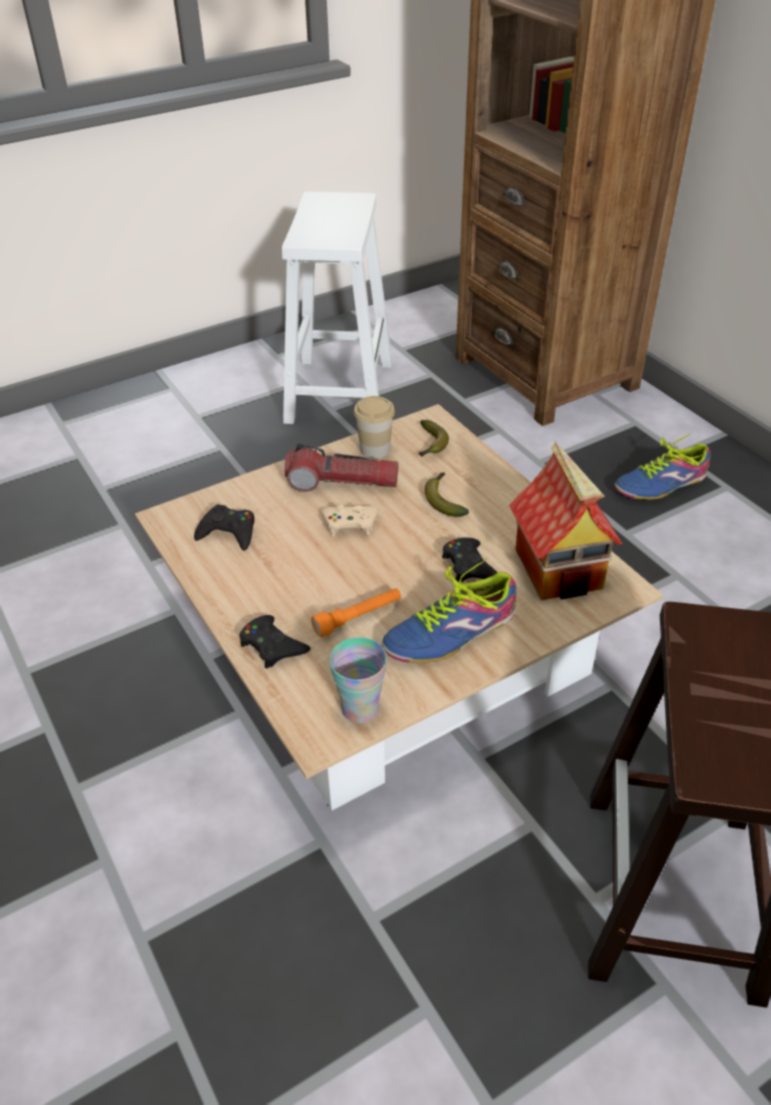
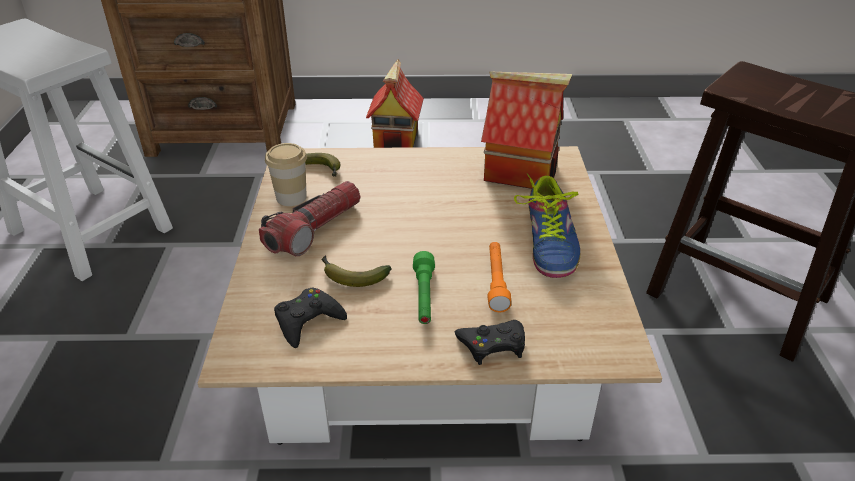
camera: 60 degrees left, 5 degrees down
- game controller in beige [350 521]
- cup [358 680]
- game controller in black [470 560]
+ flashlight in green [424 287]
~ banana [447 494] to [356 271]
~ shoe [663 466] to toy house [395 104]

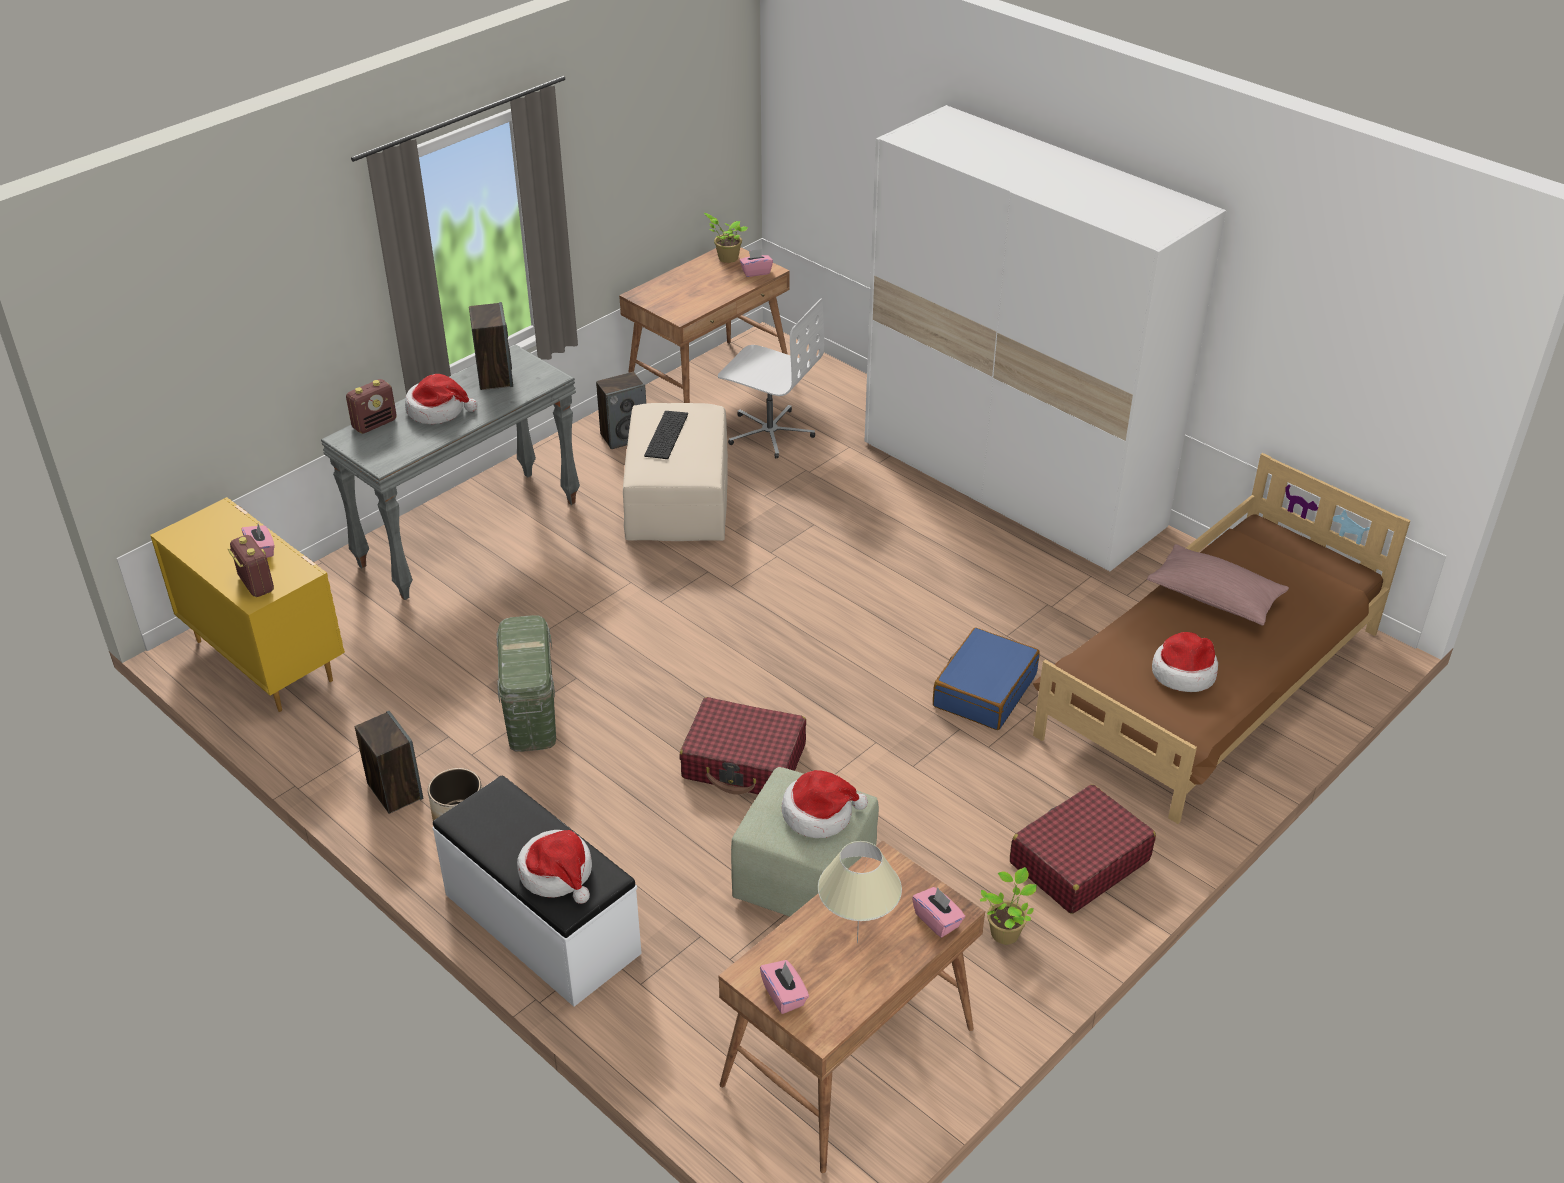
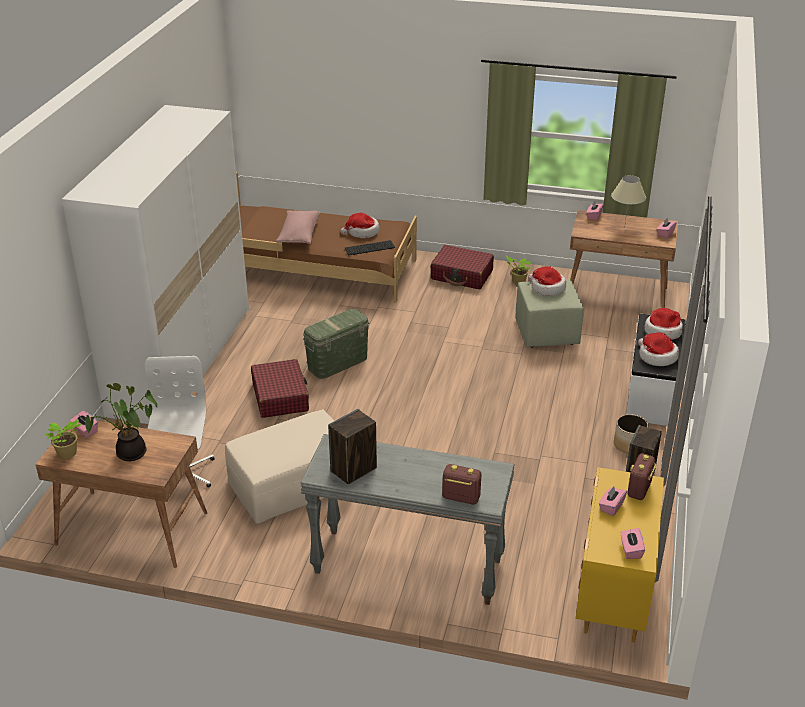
camera: 120 degrees left, 5 degrees down
- speaker [621 410]
- suitcase in blue [986 679]
+ potted plant [121 422]
+ tissue box in pink [633 543]
~ hat [441 399] to [658 349]
~ storage box in green [526 683] to [336 344]
~ keyboard [666 435] to [370 247]
~ suitcase in red [742 745] to [280 388]

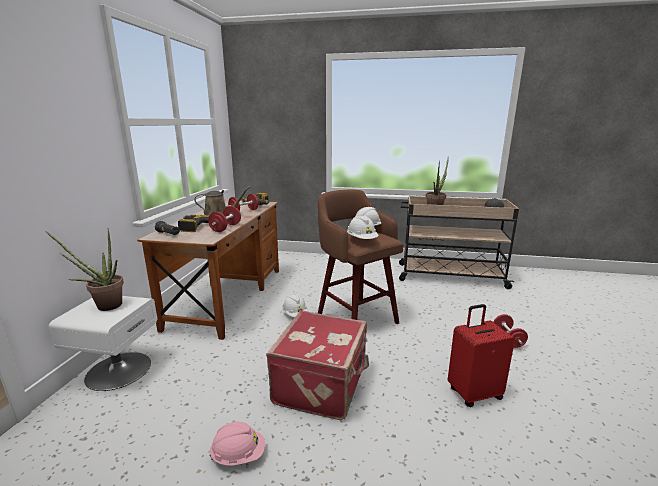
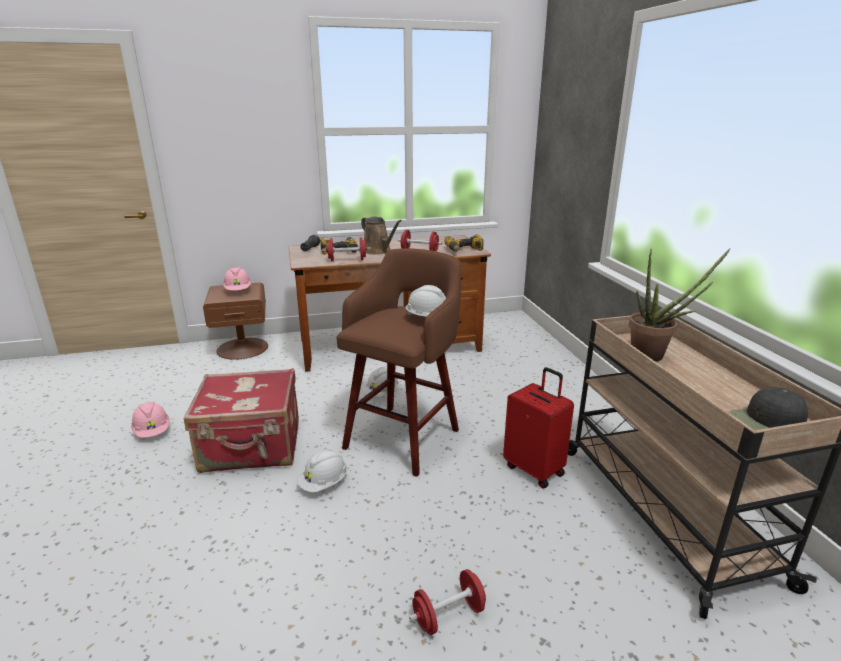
camera: 65 degrees right, 5 degrees up
~ hard hat in white [362 227] to [322 470]
~ suitcase in red [481 355] to [538 427]
~ potted plant [84 270] to hard hat in pink [237 279]
~ nightstand in white [103 343] to nightstand in brown [235 321]

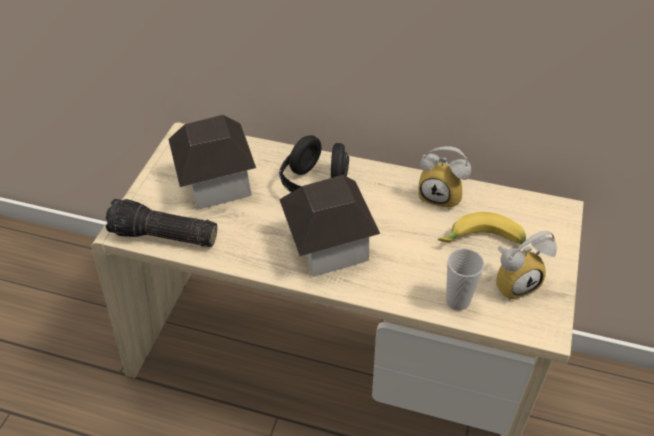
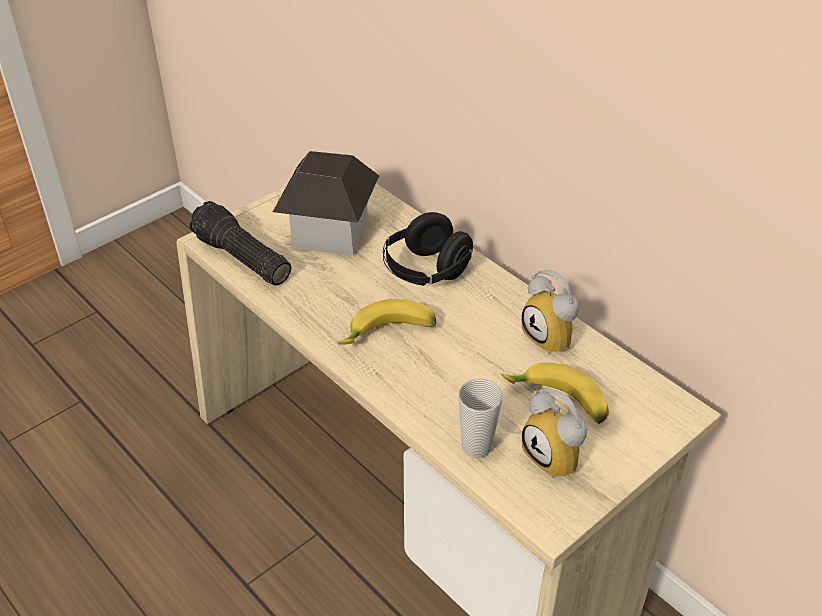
camera: 30 degrees right, 5 degrees down
~ toy house [329 226] to banana [386 322]
~ alarm clock [526 265] = [554 433] 45 degrees clockwise

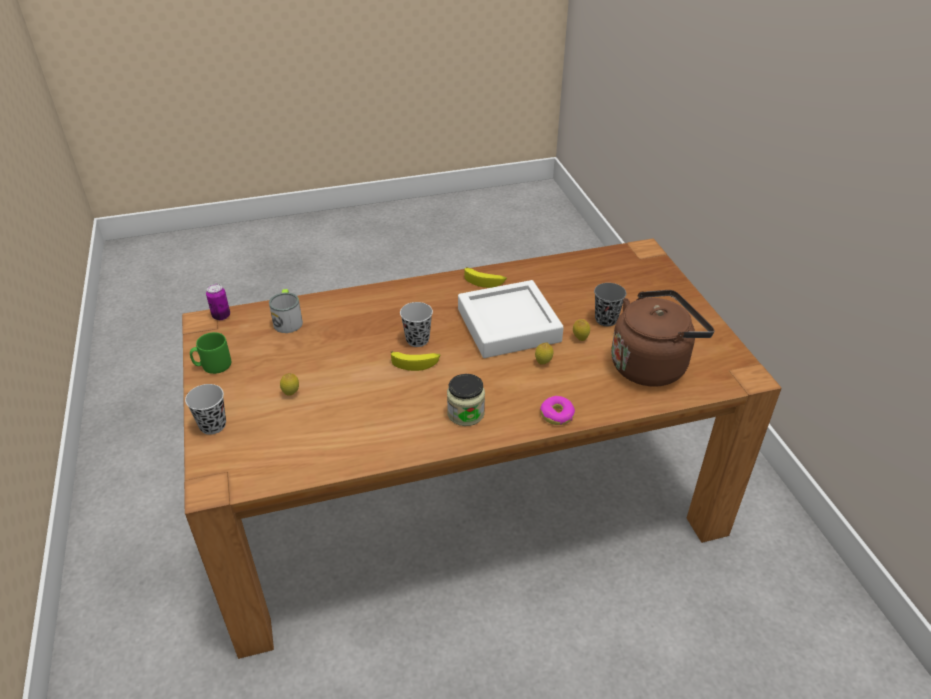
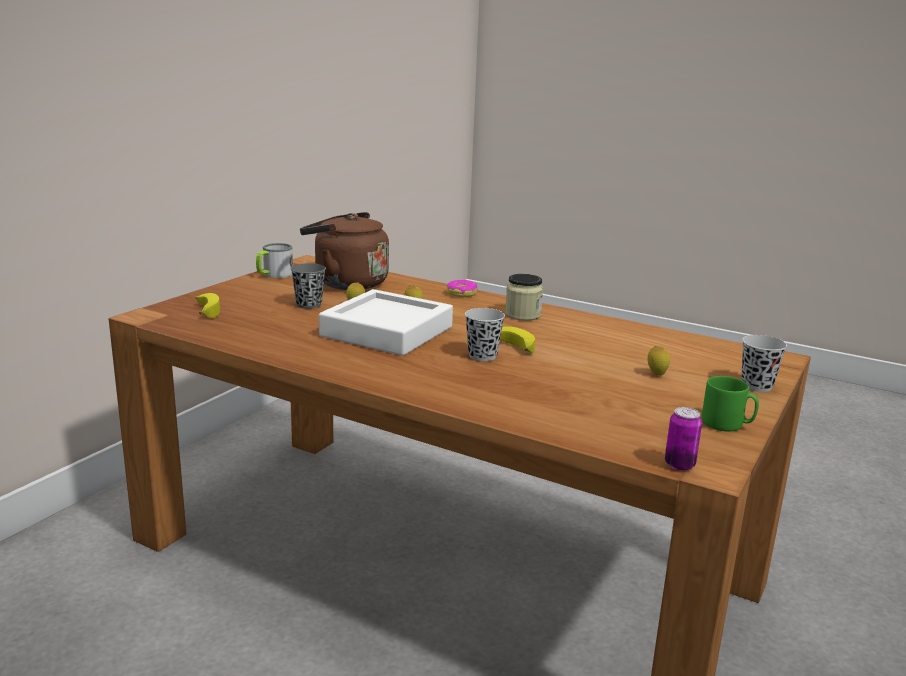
camera: 135 degrees left, 20 degrees down
~ mug [286 311] to [274 260]
~ banana [485 277] to [207 305]

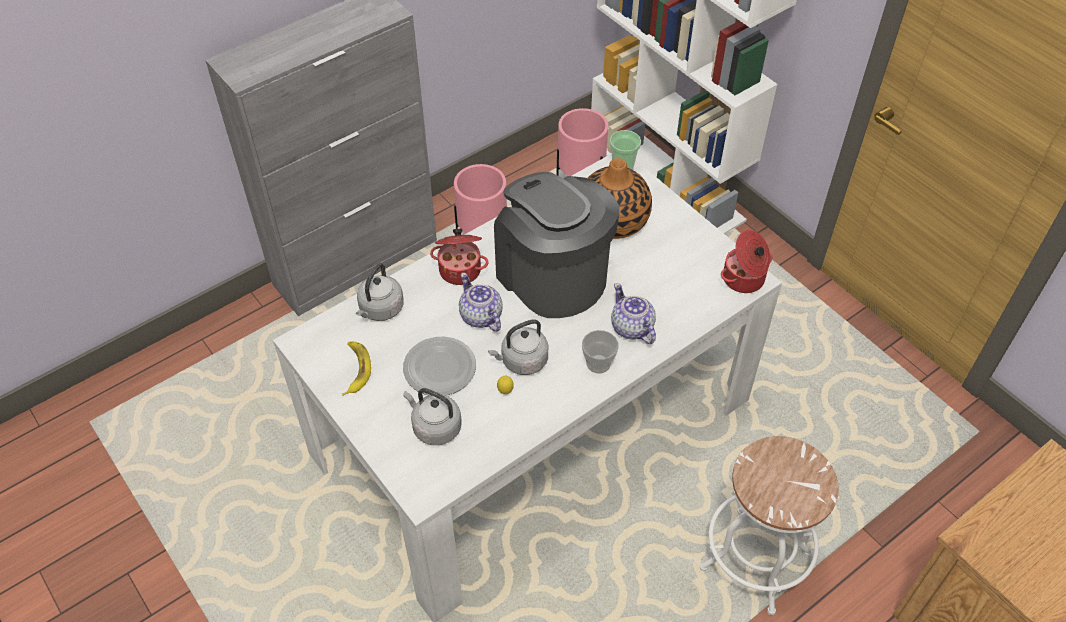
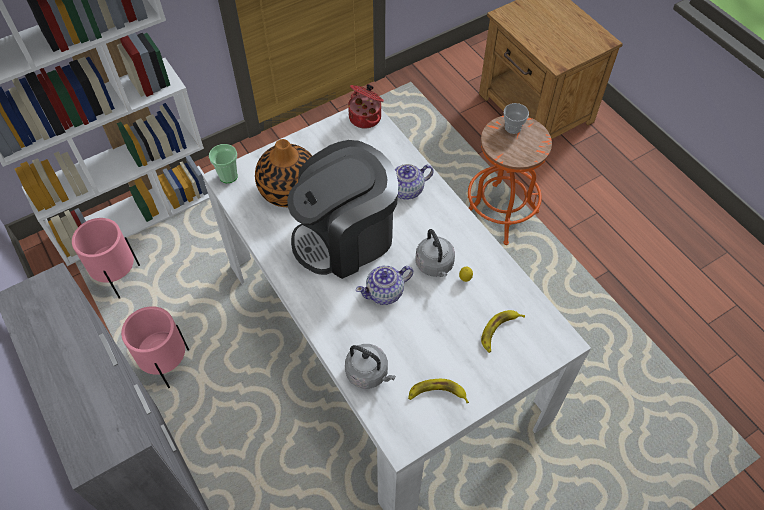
camera: 85 degrees left, 5 degrees up
- plate [439 366]
- cooking pot [459 257]
~ cup [600 352] to [516 118]
~ kettle in grey [432 416] to banana [503 331]
~ stool in white [769 525] to stool in orange [510 180]

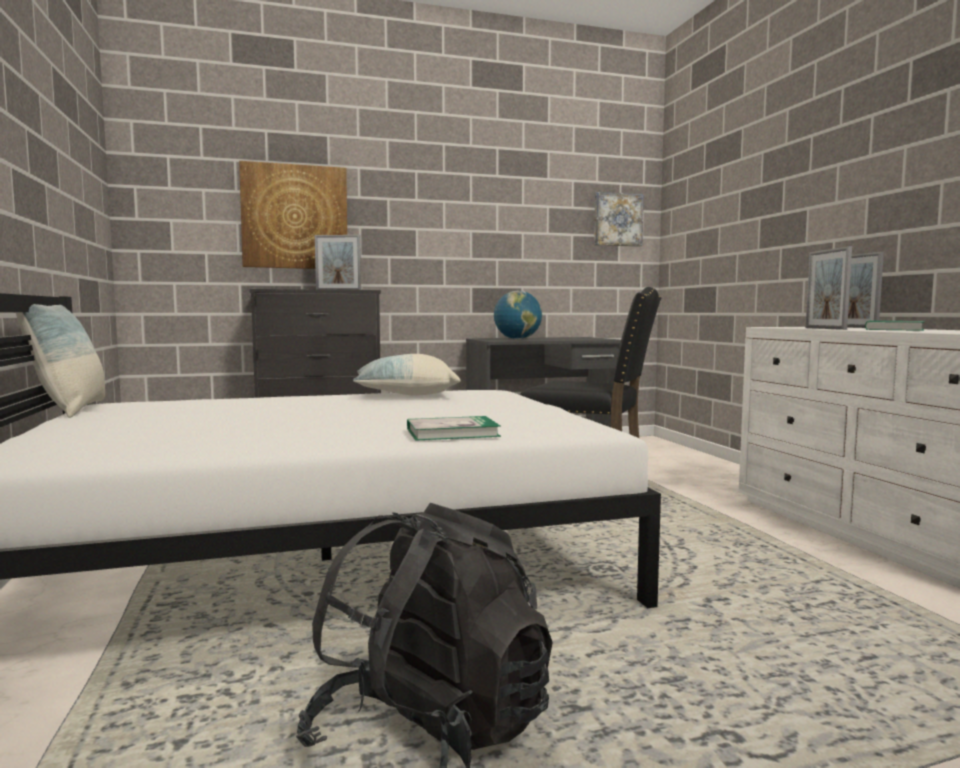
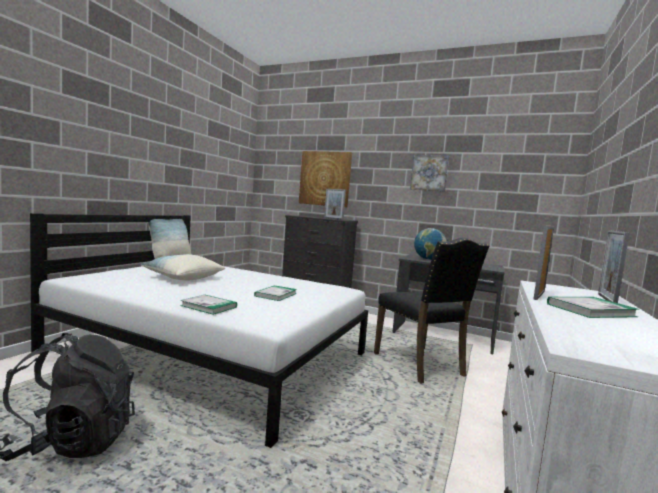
camera: 40 degrees right, 0 degrees up
+ book [275 293]
~ pillow [407 375] to [182 267]
~ picture [619 219] to [429 173]

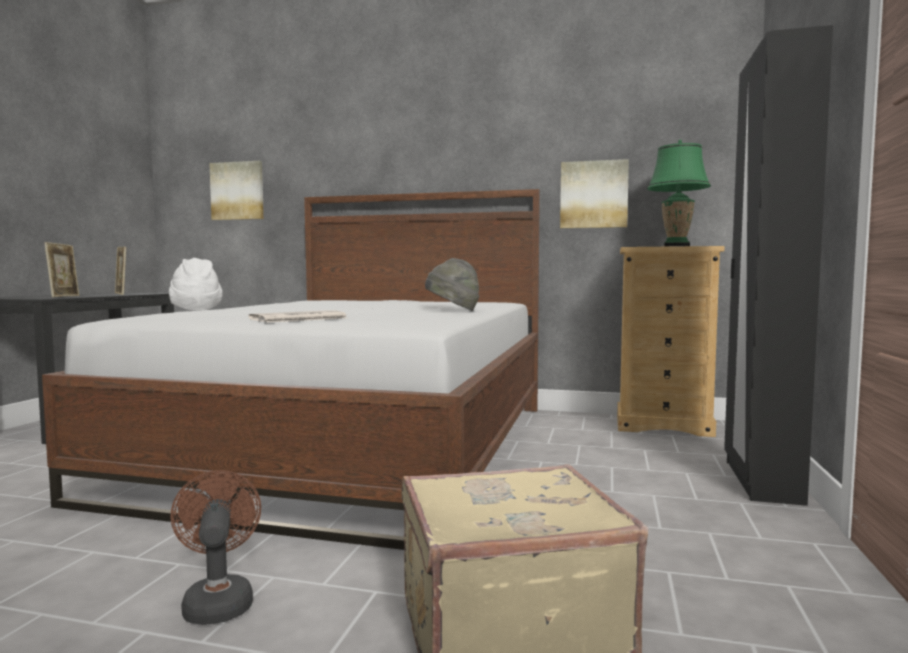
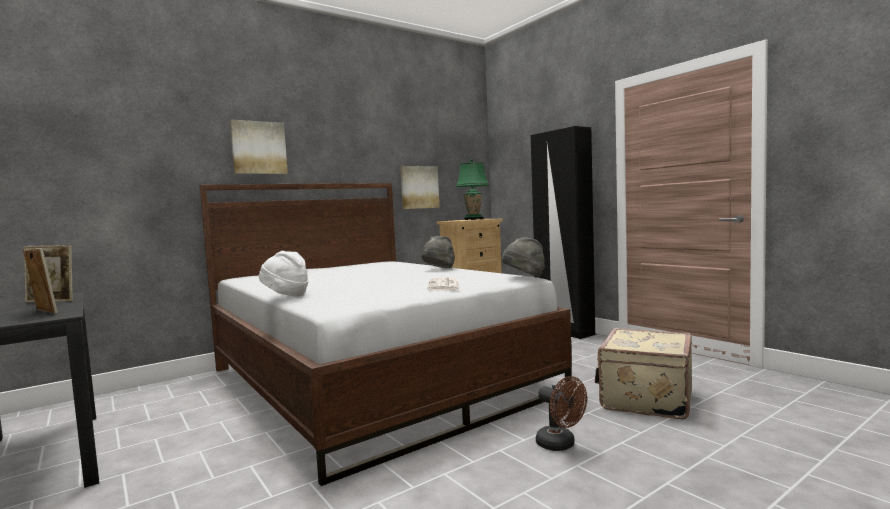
camera: 50 degrees left, 0 degrees up
+ hat in grey [523 257]
~ picture [236 190] to [259 146]
~ fan in brown [215 547] = [561 413] 150 degrees counterclockwise

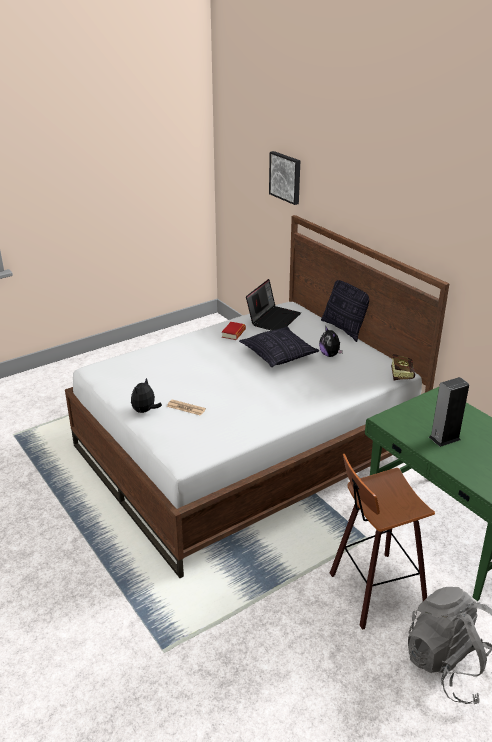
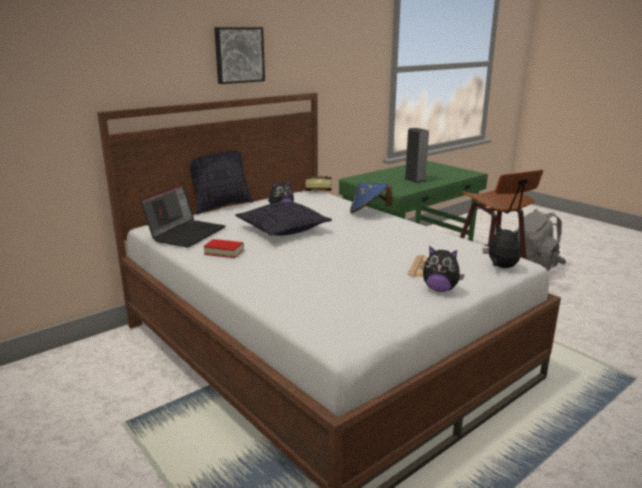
camera: 95 degrees left, 10 degrees down
+ hat in blue [371 198]
+ plush toy [502 246]
~ picture [284 178] to [239 55]
~ laptop [273 305] = [182 215] 90 degrees clockwise

